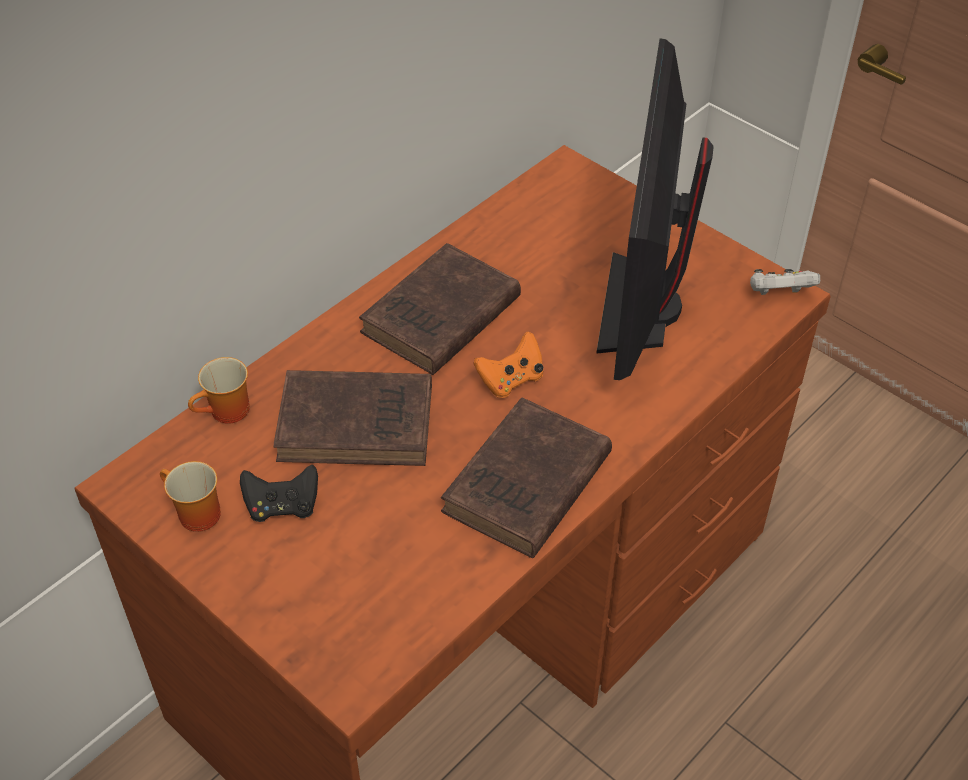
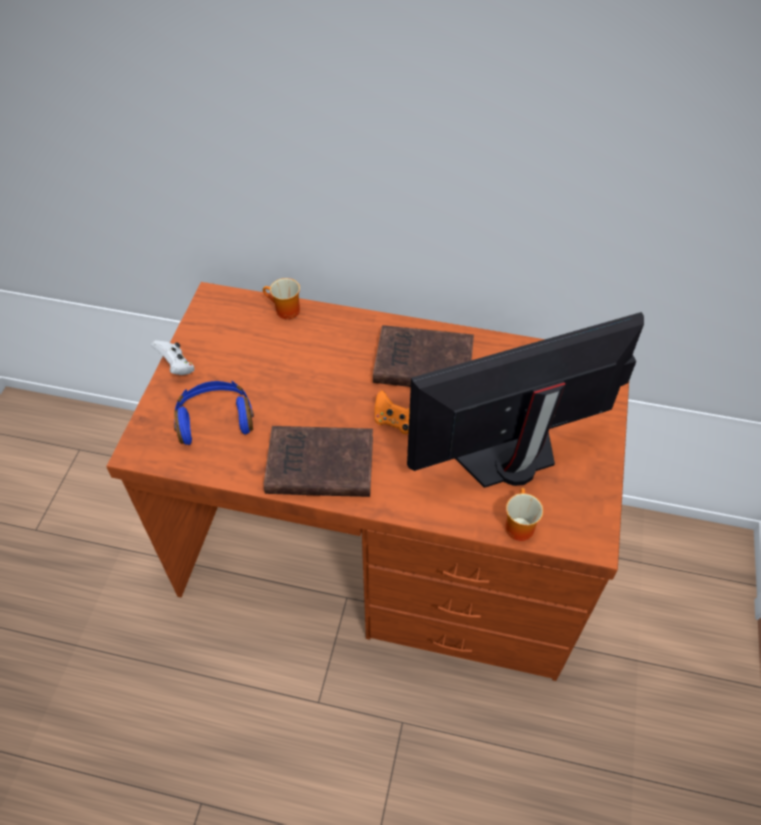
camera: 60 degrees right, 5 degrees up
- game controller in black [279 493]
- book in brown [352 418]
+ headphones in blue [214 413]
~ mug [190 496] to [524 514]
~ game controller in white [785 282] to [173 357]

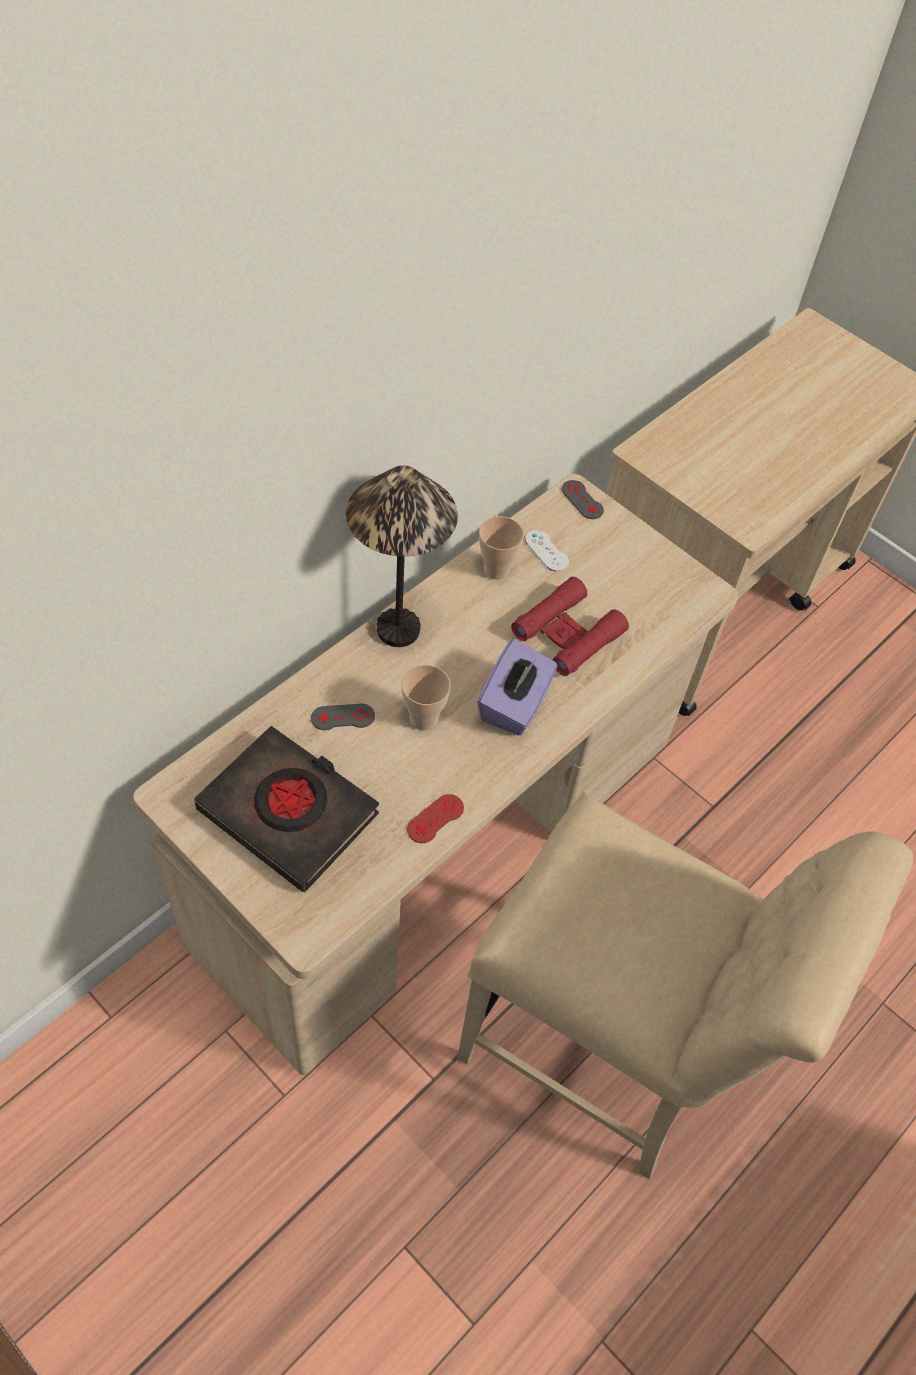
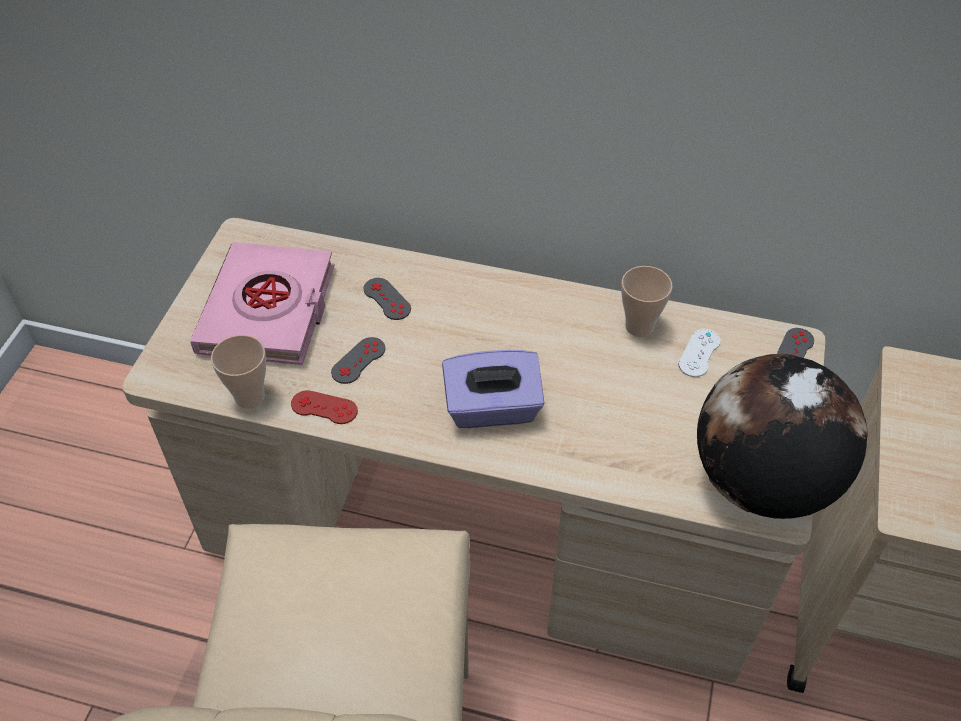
camera: 65 degrees right, 5 degrees down
- table lamp [402 556]
- binoculars in red [570 626]
+ game controller in grey [358 360]
+ globe [782 436]
~ cup [426 698] to [238 372]
~ book in black [286 809] to book in pink [262 303]

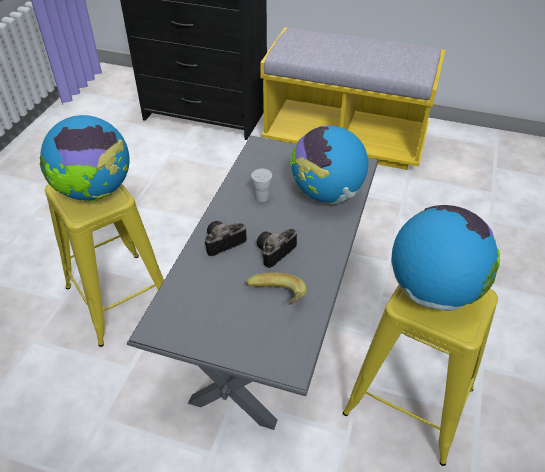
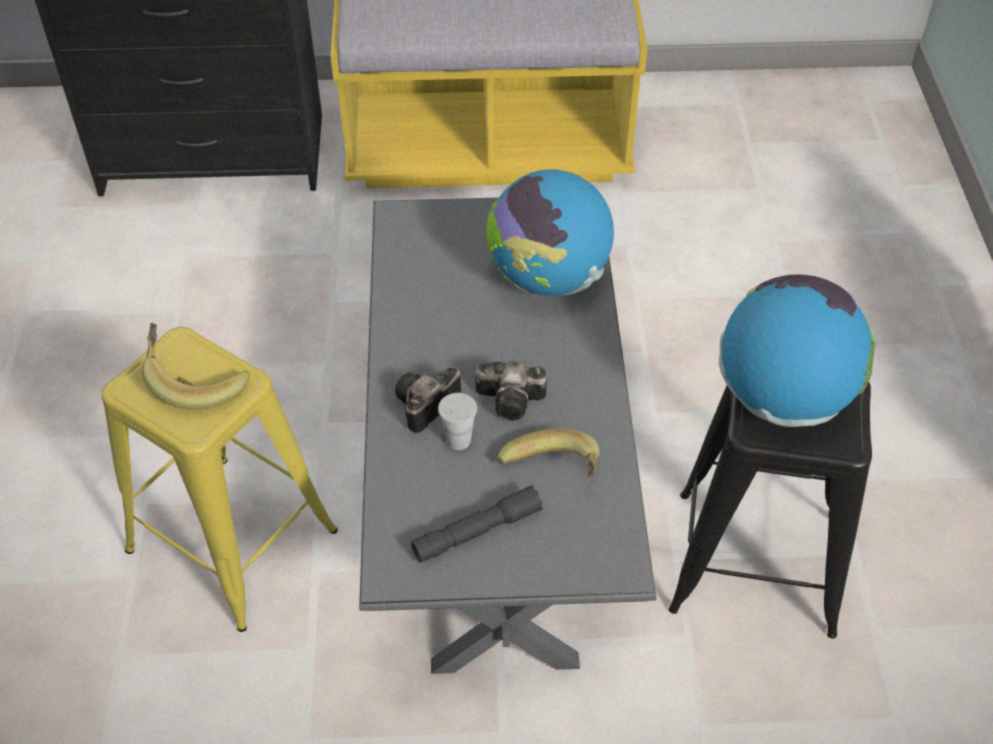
camera: 20 degrees left, 5 degrees up
+ flashlight in grey [477 524]
~ cup in white [261 185] to [457 421]
~ globe [84 158] to banana [196 366]
~ stool in yellow [420 375] to stool in black [770 510]
~ photo camera [277 248] = [511 391] 105 degrees counterclockwise

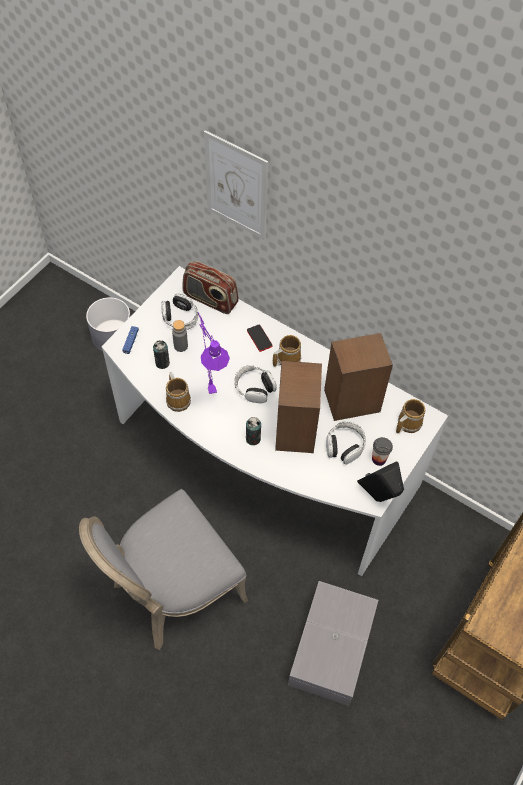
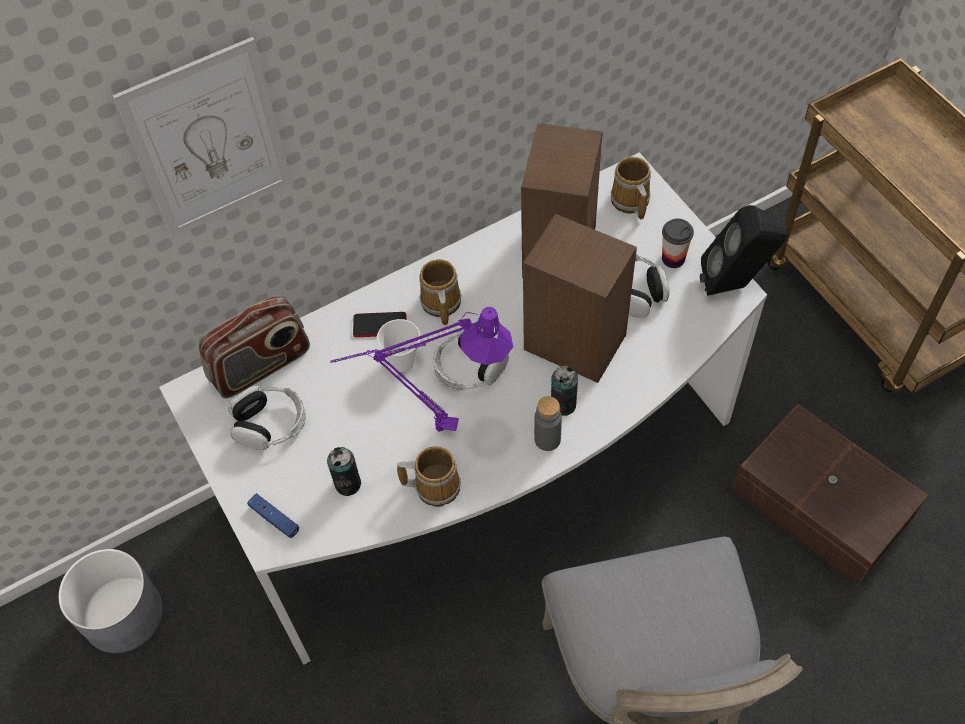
camera: 60 degrees left, 0 degrees up
+ cup [398 345]
~ bottle in grey [180 336] to [548 423]
~ storage box in grey [333 643] to storage box in brown [830 495]

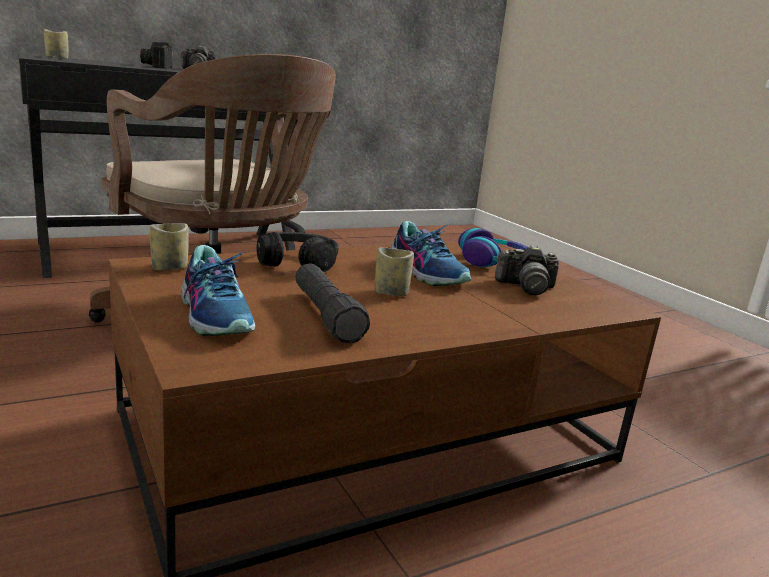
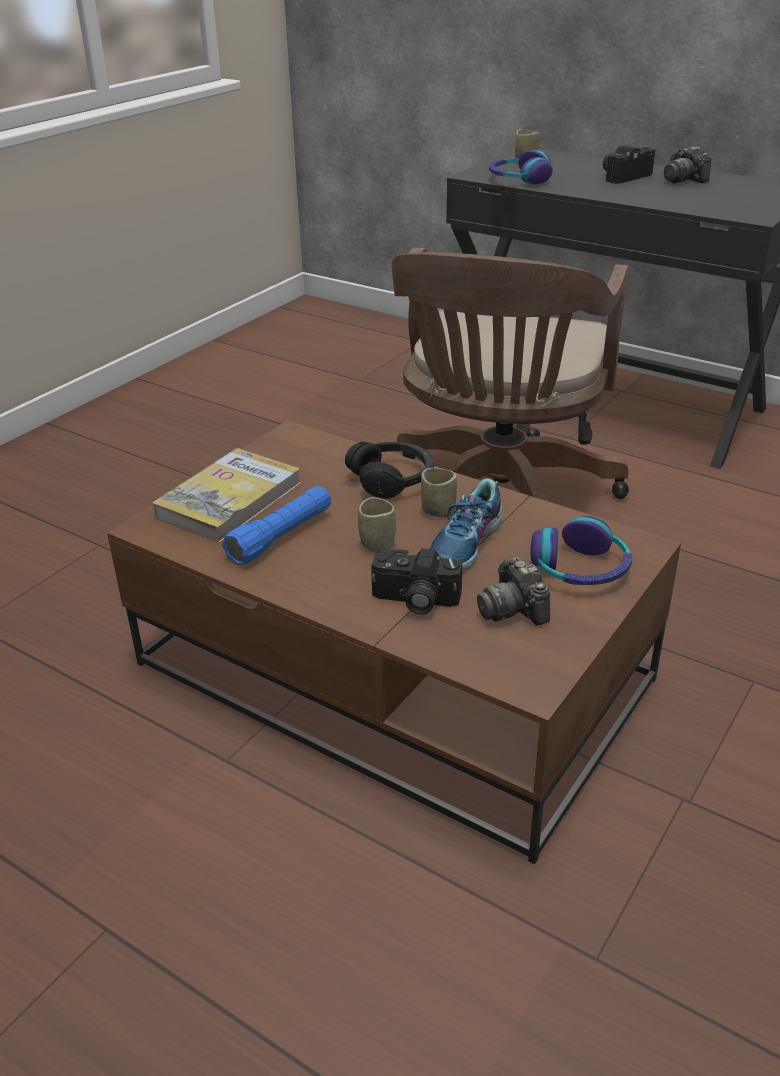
camera: 65 degrees right, 15 degrees up
+ photo camera [417 581]
+ headphones [521 167]
~ cup [169 246] to [439 493]
~ shoe [218 290] to book [227 495]
~ flashlight in black [332 303] to flashlight in blue [276 525]

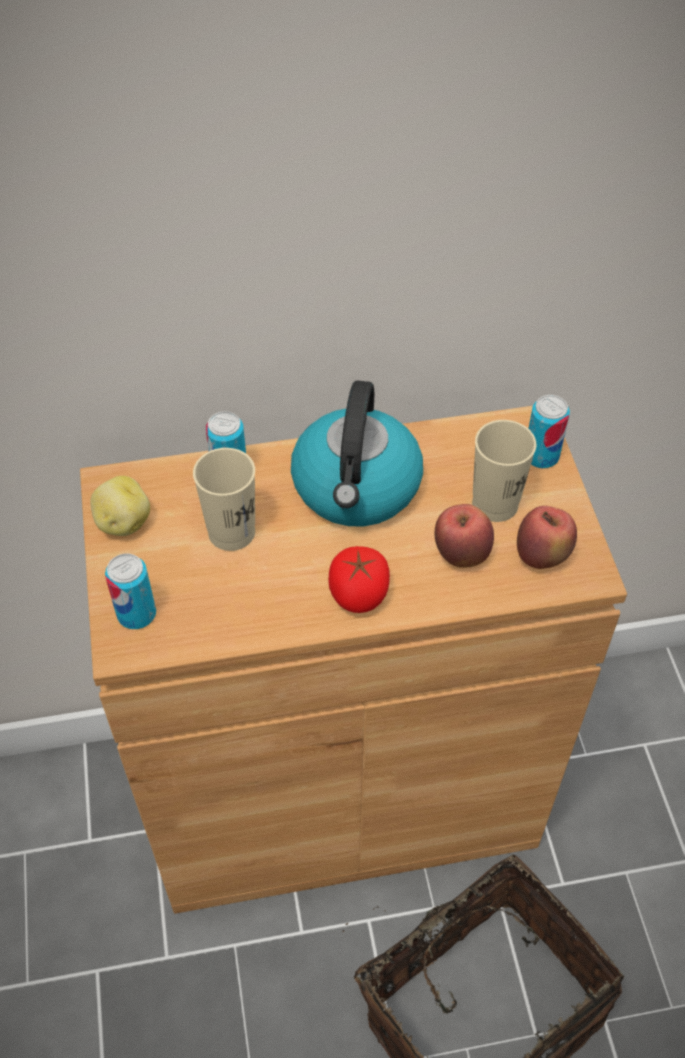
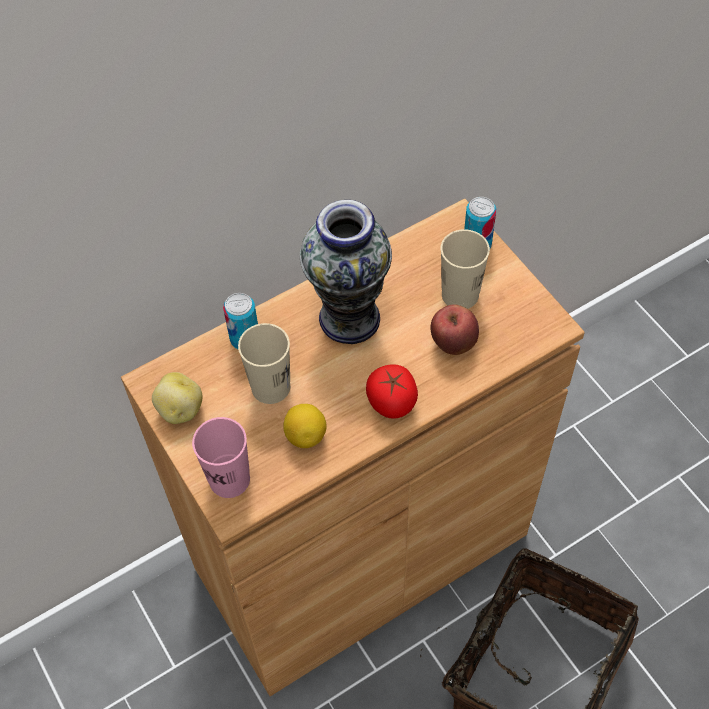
camera: 20 degrees left, 5 degrees up
- apple [547 537]
+ lemon [305 426]
~ can [130 591] to cup in pink [221 457]
~ kettle [357 453] to vase [346 272]

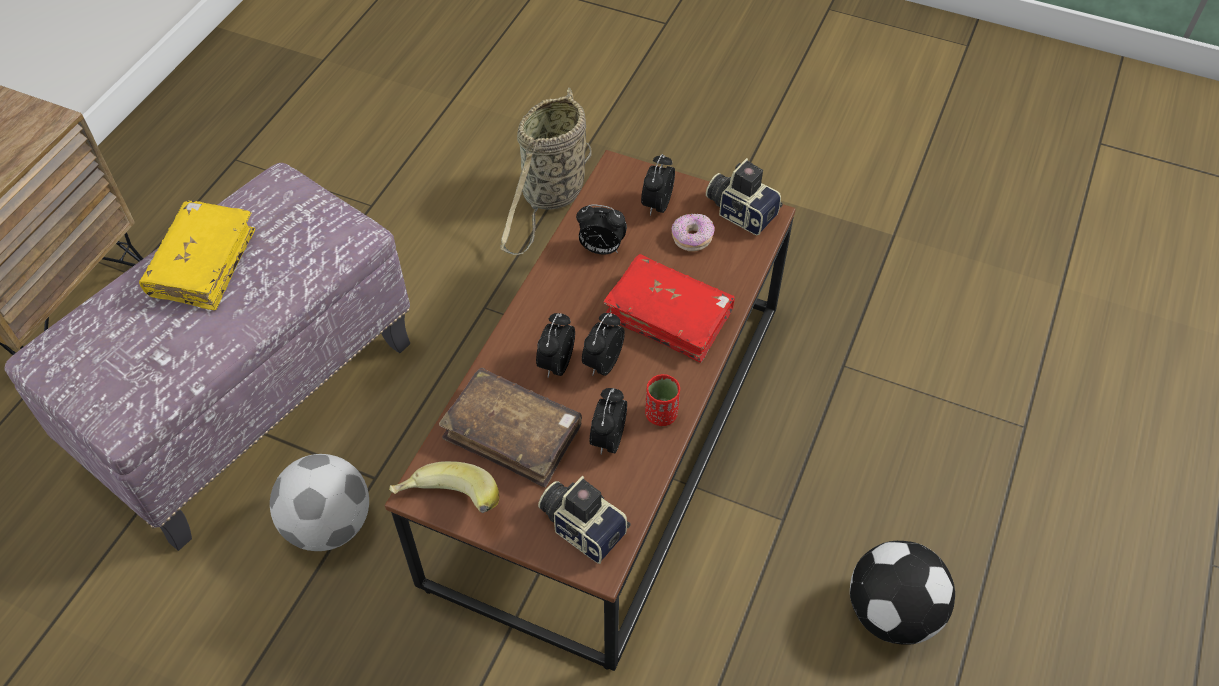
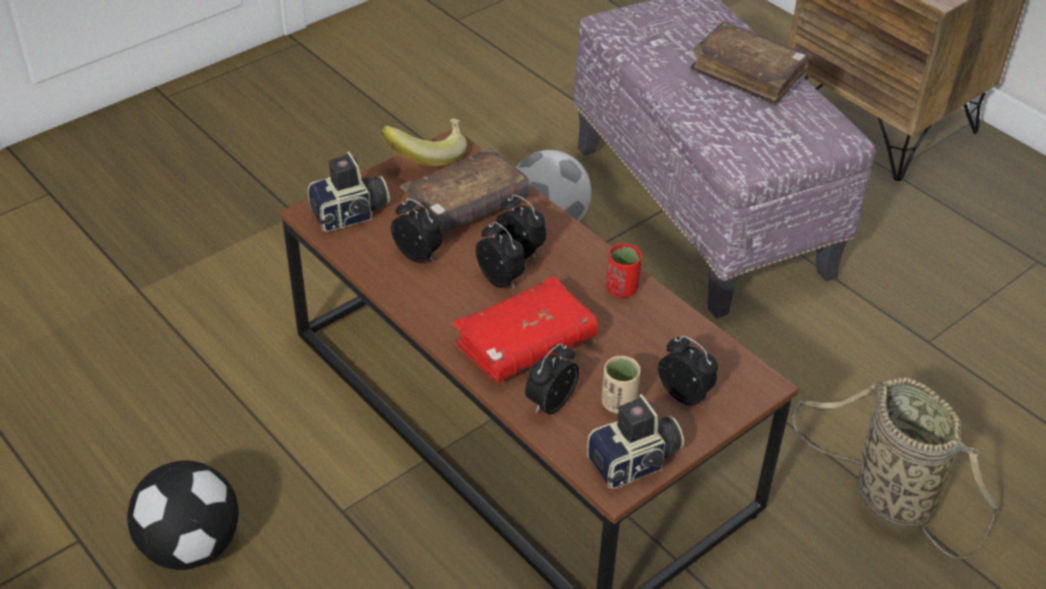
camera: 115 degrees right, 10 degrees down
~ alarm clock [601 229] to [552 378]
~ cup in red [662 400] to [624 270]
~ donut [693 233] to cup in beige [621 384]
~ book in yellow [197 255] to book in brown [749 64]

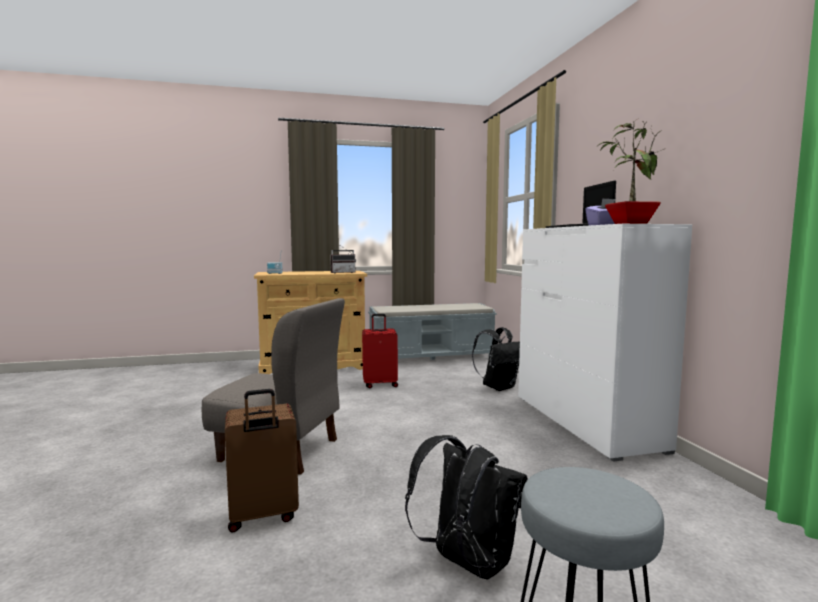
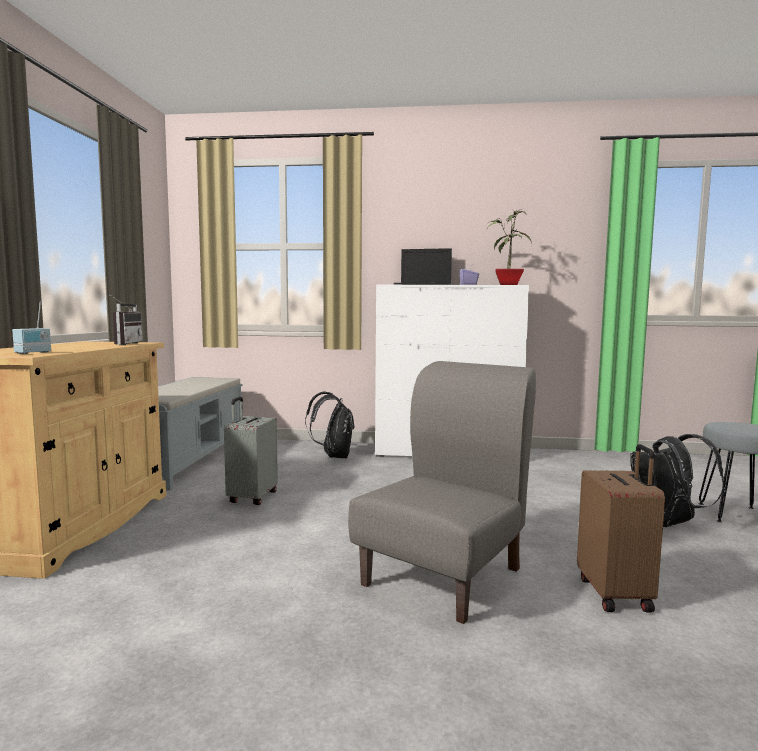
camera: 70 degrees left, 0 degrees up
~ suitcase in red [380 351] to suitcase in grey [251 451]

